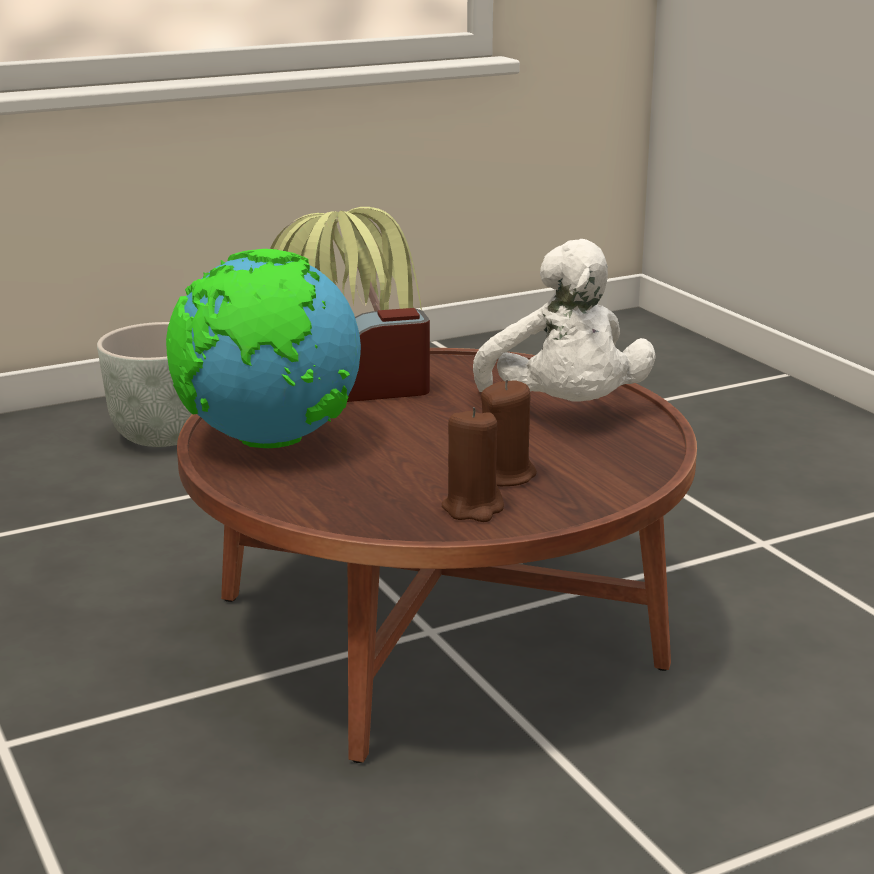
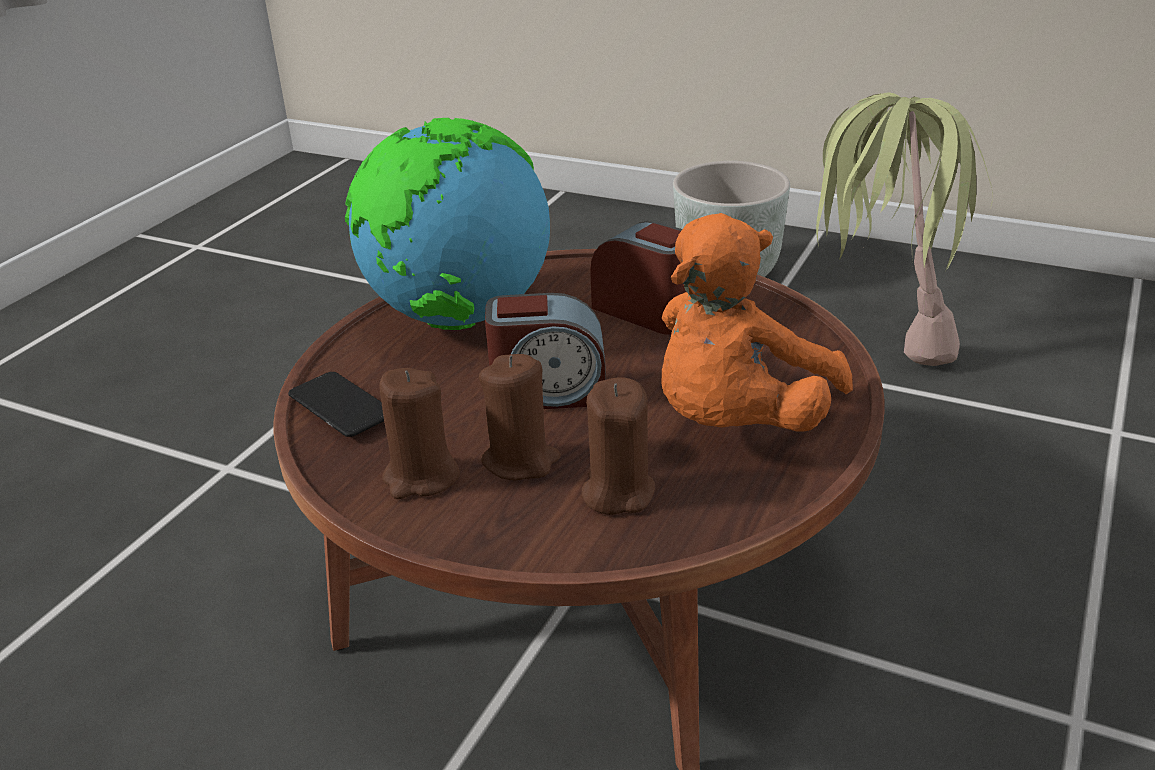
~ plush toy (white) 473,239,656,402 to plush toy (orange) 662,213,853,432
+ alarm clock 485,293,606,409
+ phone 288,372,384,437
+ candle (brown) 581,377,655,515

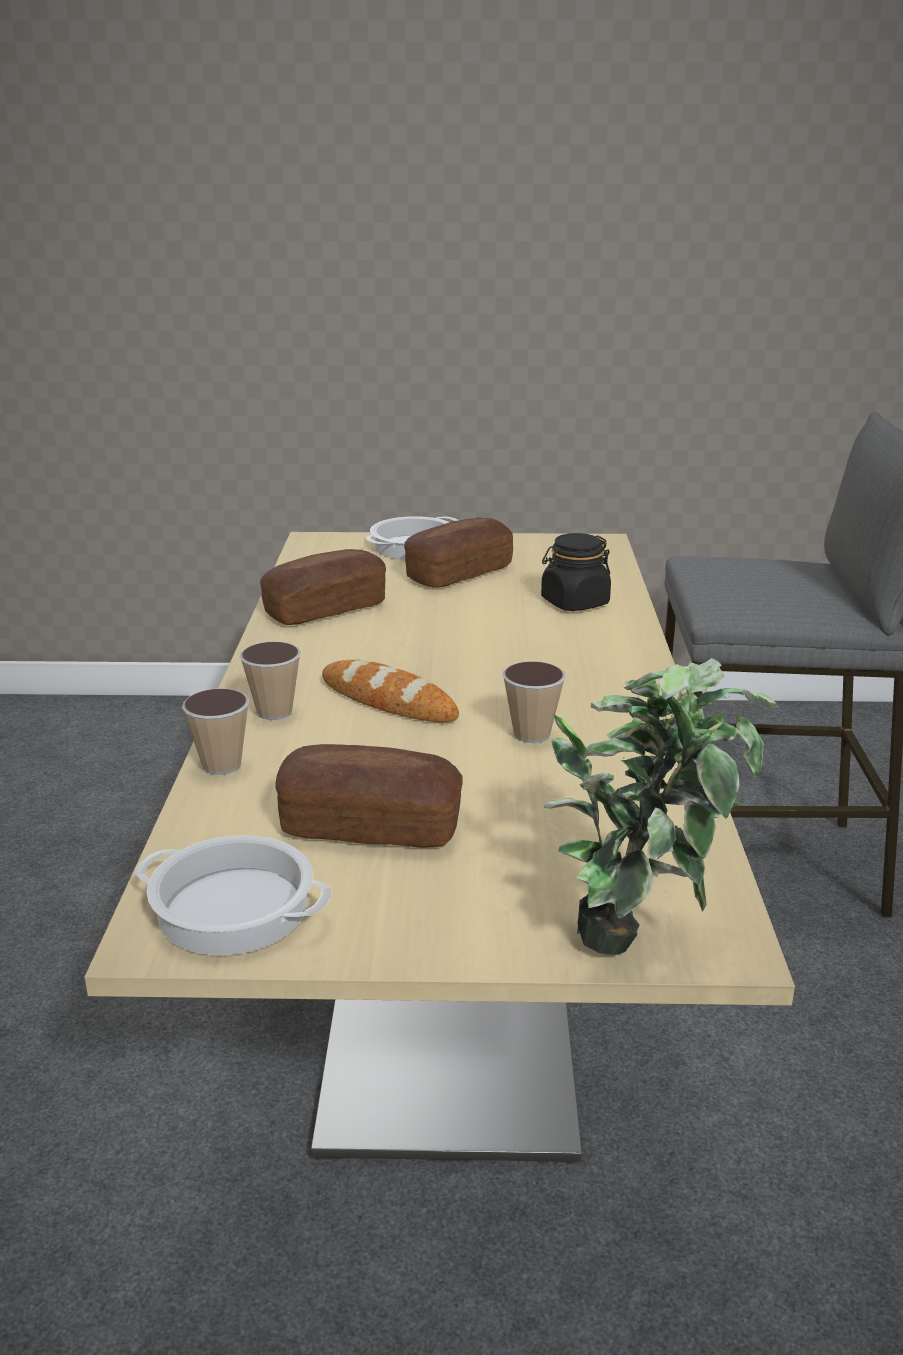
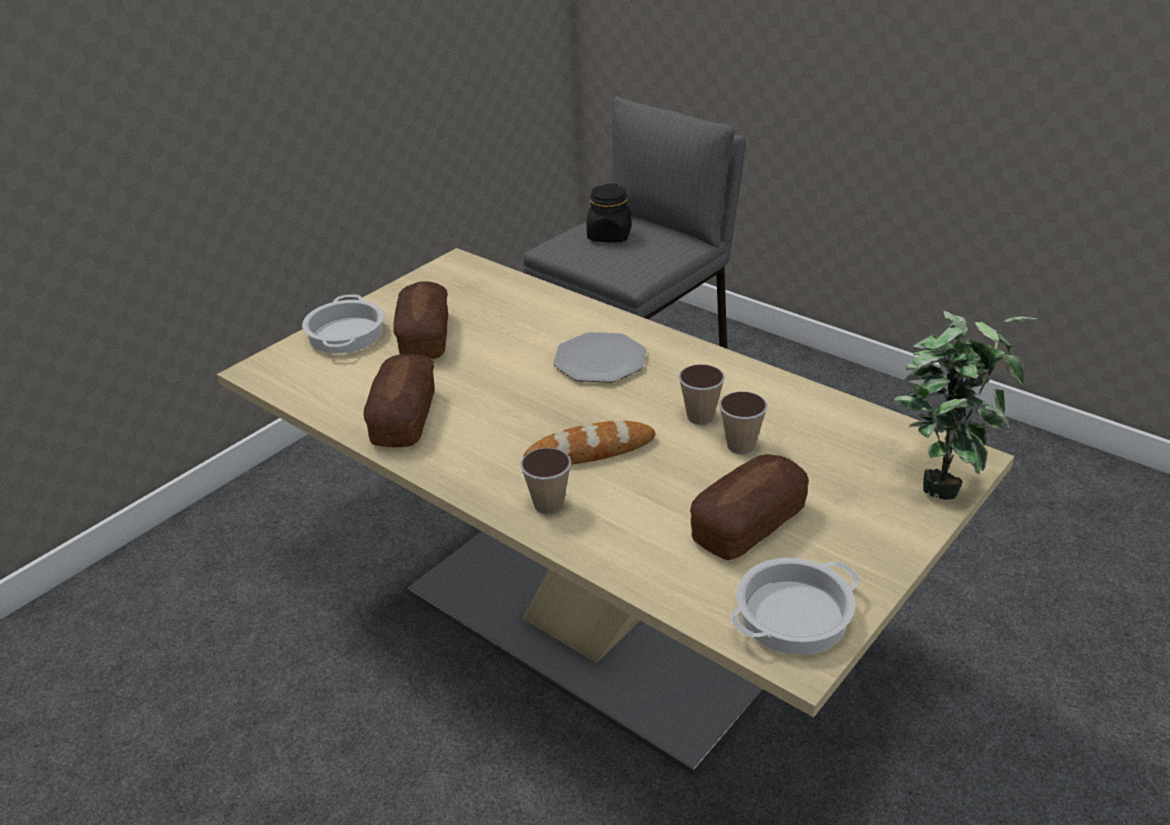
~ jar (black) 541,533,611,611 to 587,183,632,242
~ cup 182,688,250,775 to 719,391,768,454
+ plate 553,332,646,383

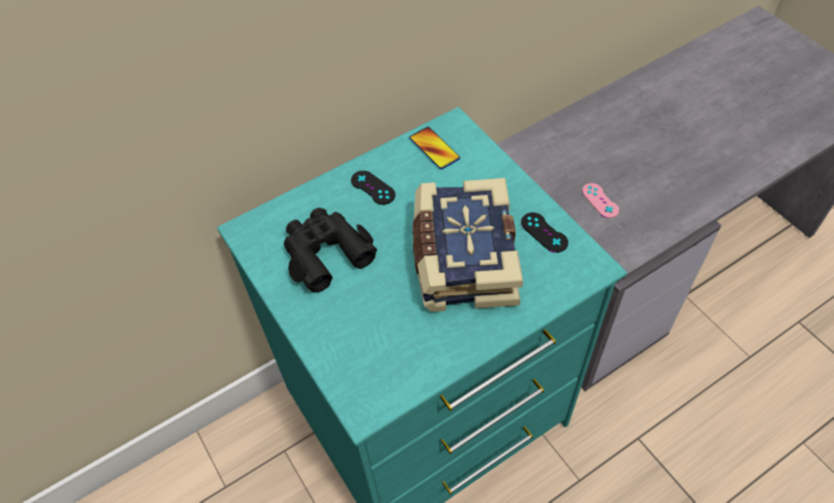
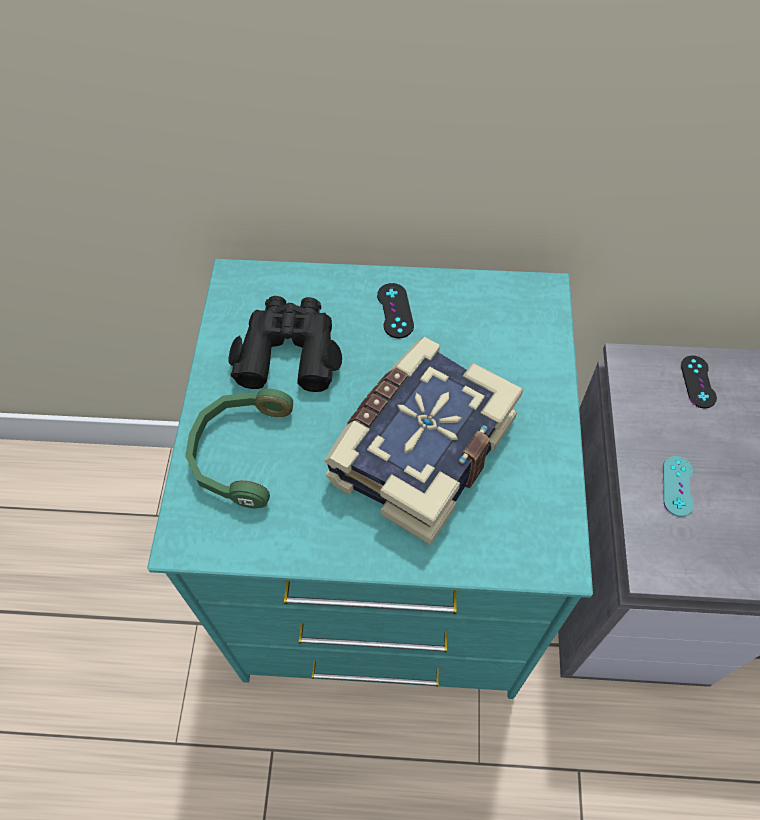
- phone 409,127,460,169
~ game controller (pink) 582,183,619,218 to game controller (turquoise) 663,456,694,517
~ game controller (black) 521,213,568,253 to 681,355,717,409
+ headphones (green) 185,389,293,508

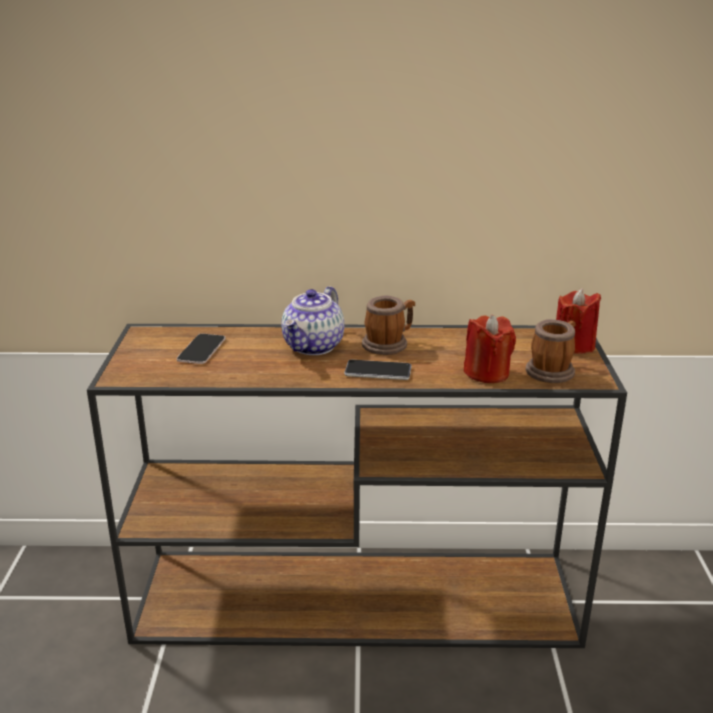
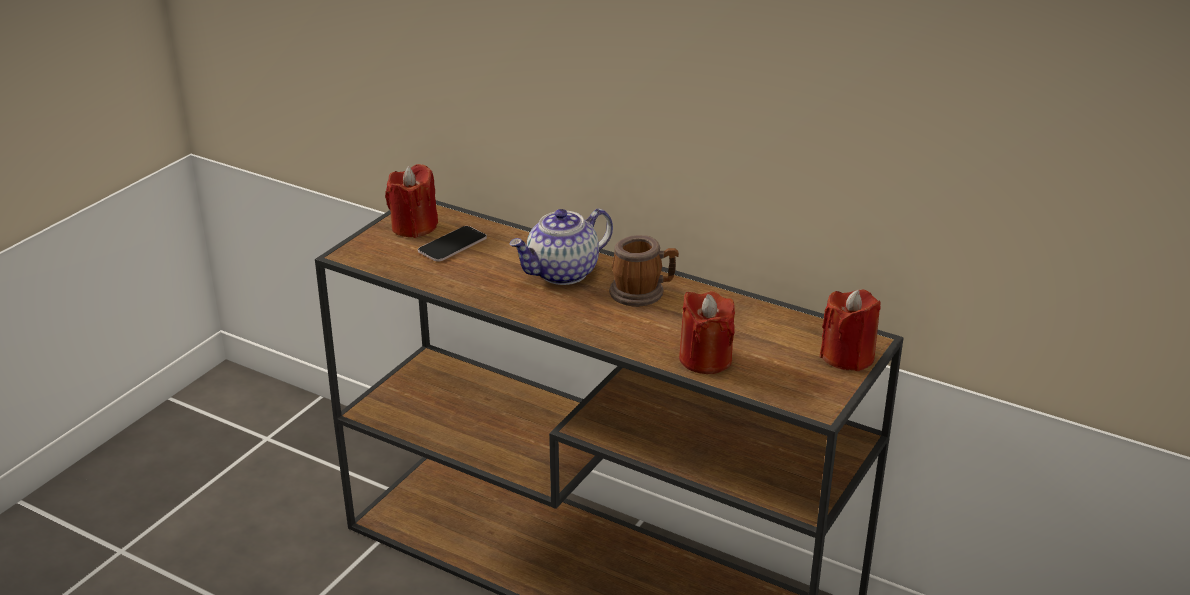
- mug 525,319,575,383
- phone 344,360,411,380
+ candle (red) 385,164,438,238

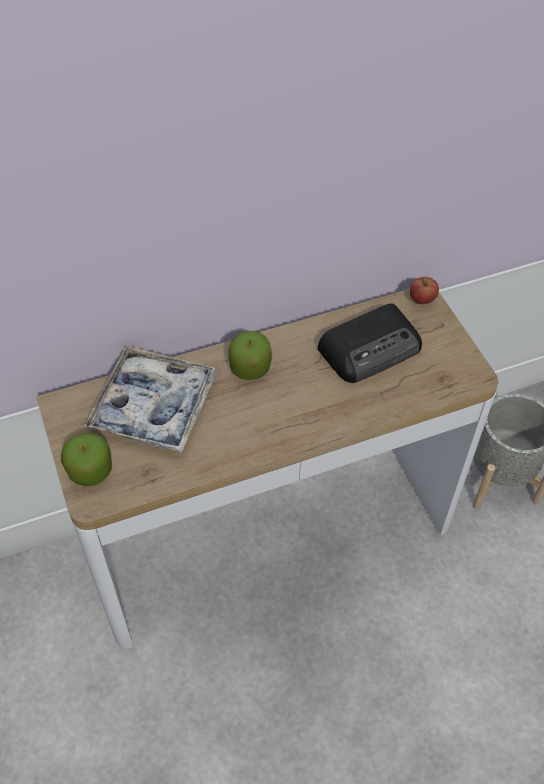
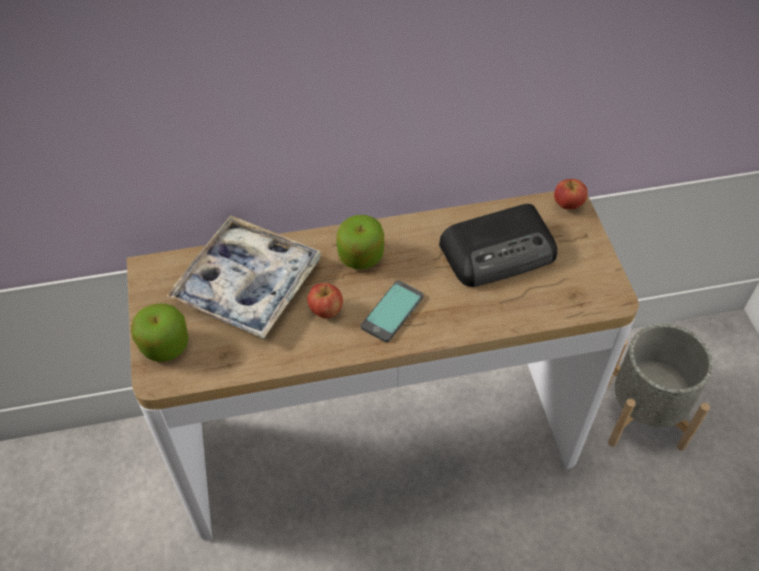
+ phone 361,280,424,343
+ apple 307,283,343,319

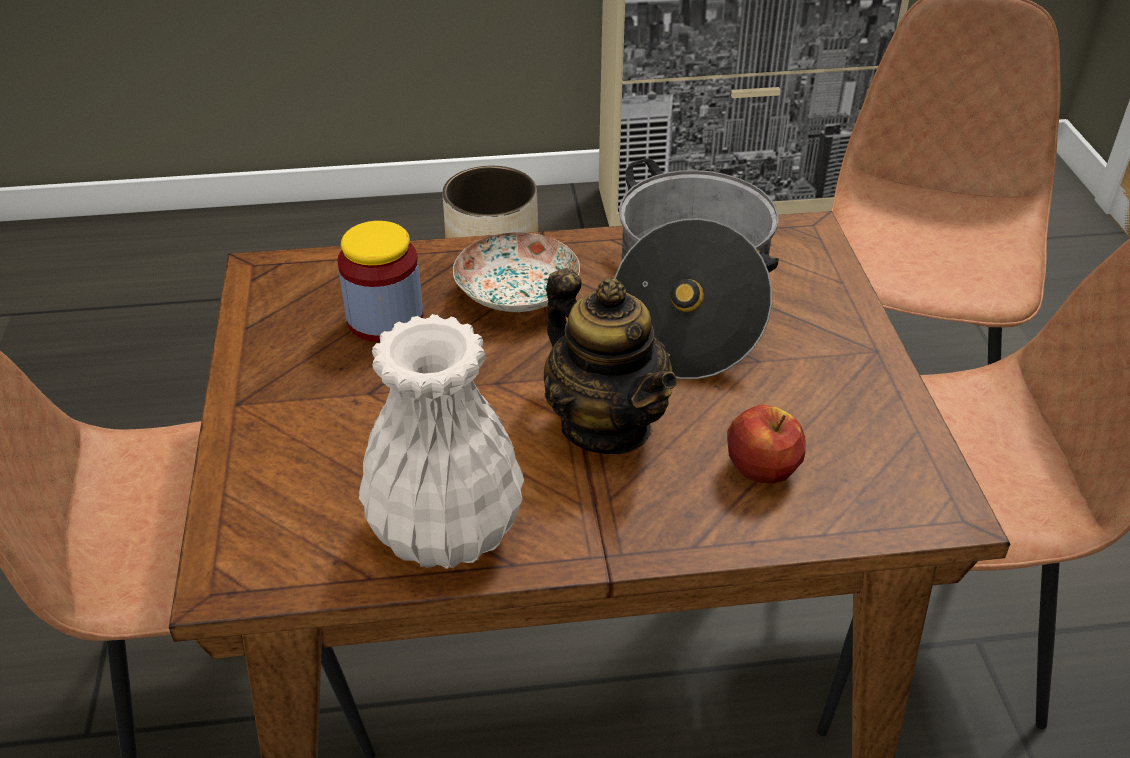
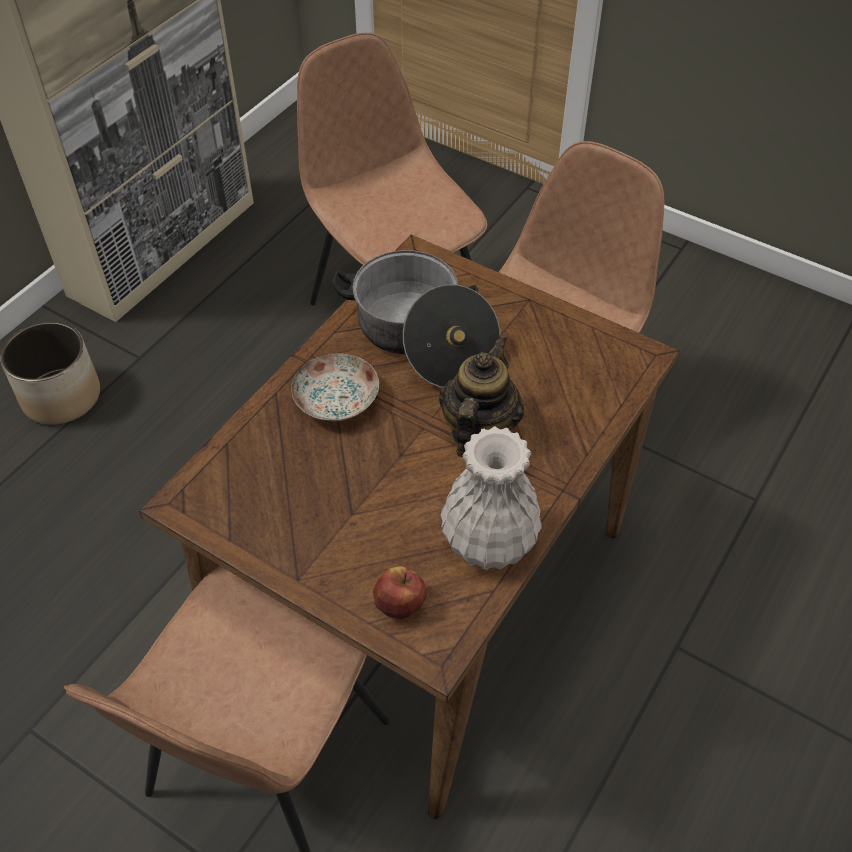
- jar 337,221,423,342
~ teapot 544,268,677,454 = 439,335,524,457 75 degrees counterclockwise
~ apple 727,404,806,484 to 373,566,427,619

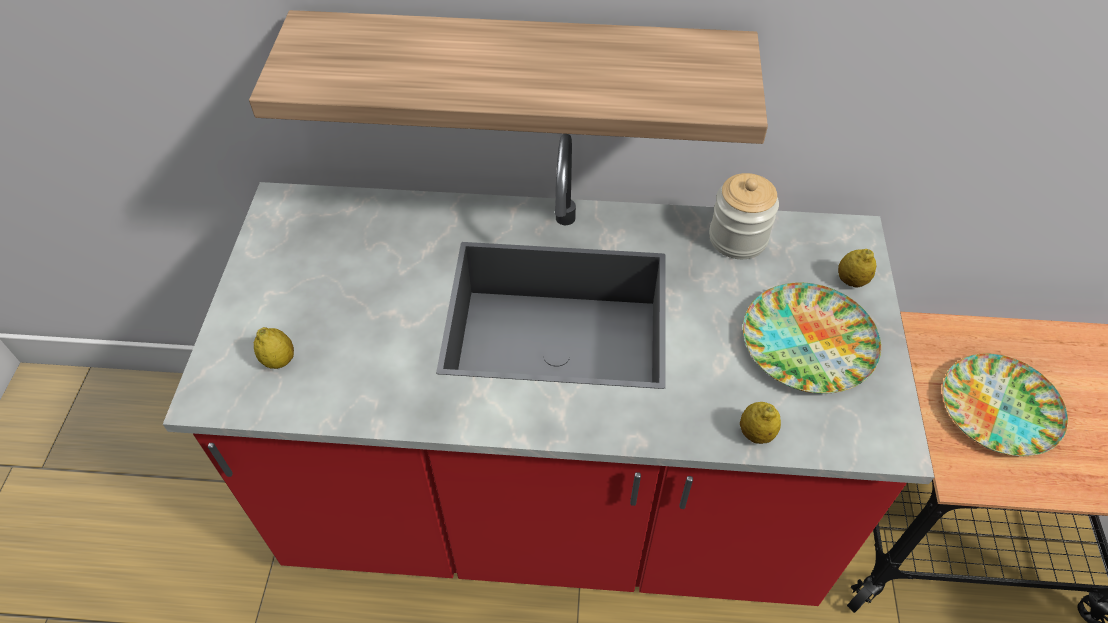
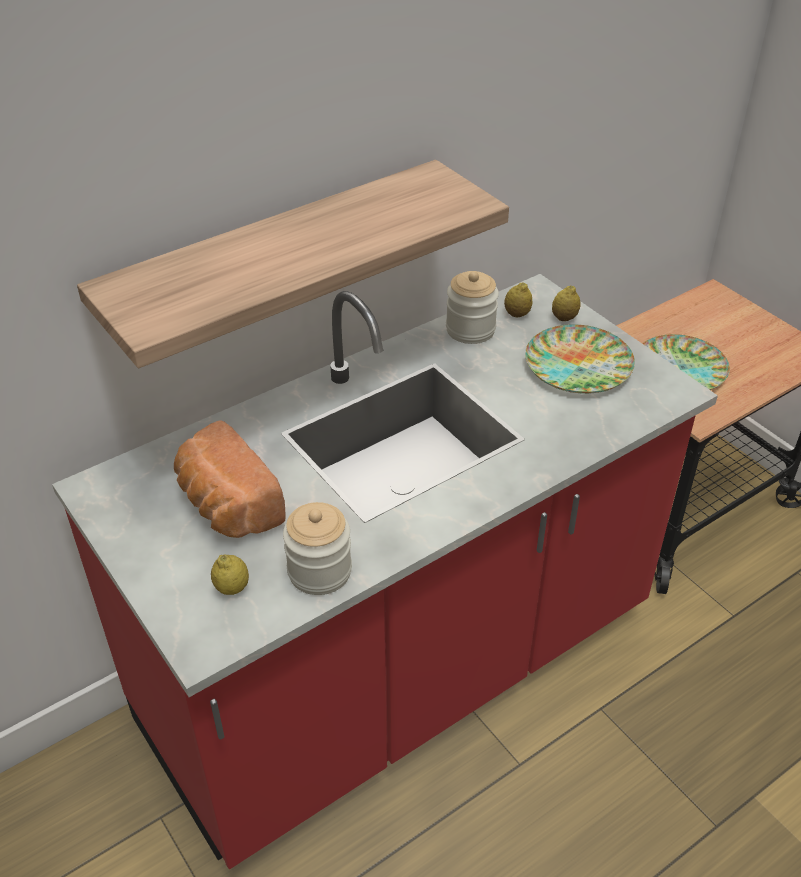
~ lemon 740,402,781,444 to 504,282,533,317
+ bread 174,420,285,538
+ jar 283,502,352,595

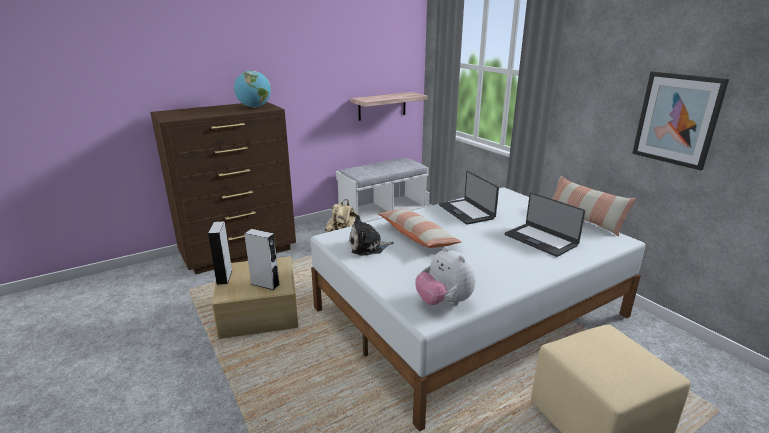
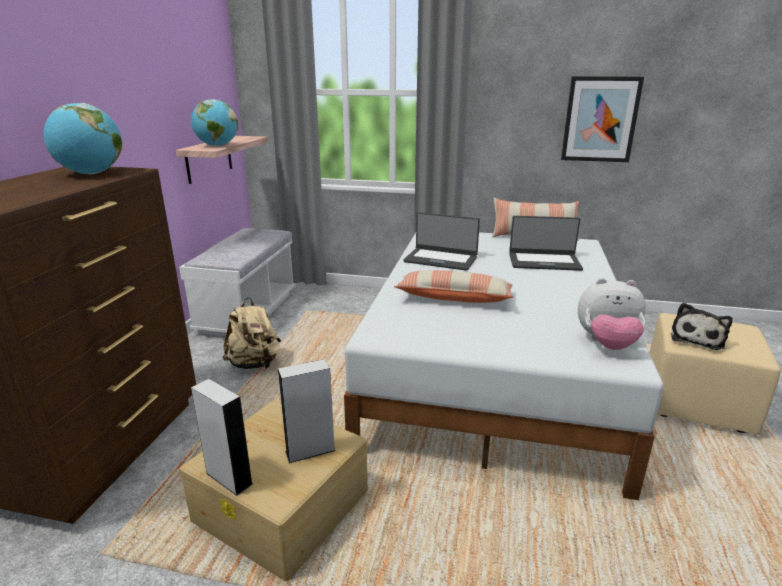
~ plush toy 349,215,394,256 to 671,303,733,350
+ globe 191,99,238,146

